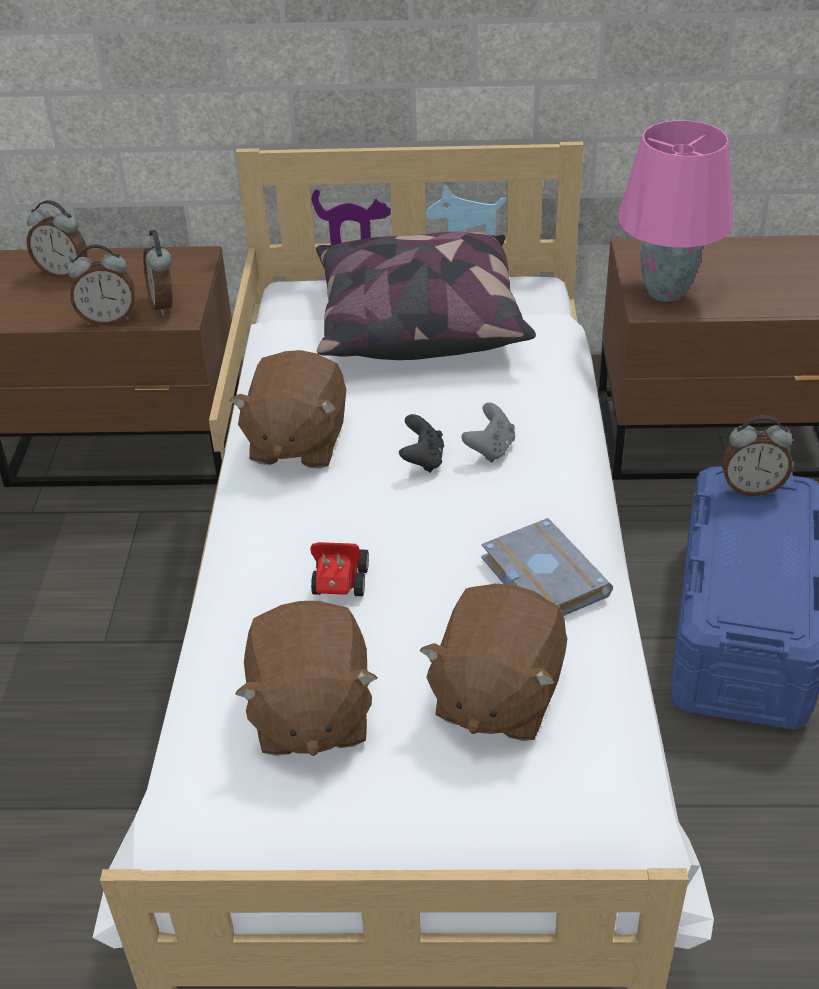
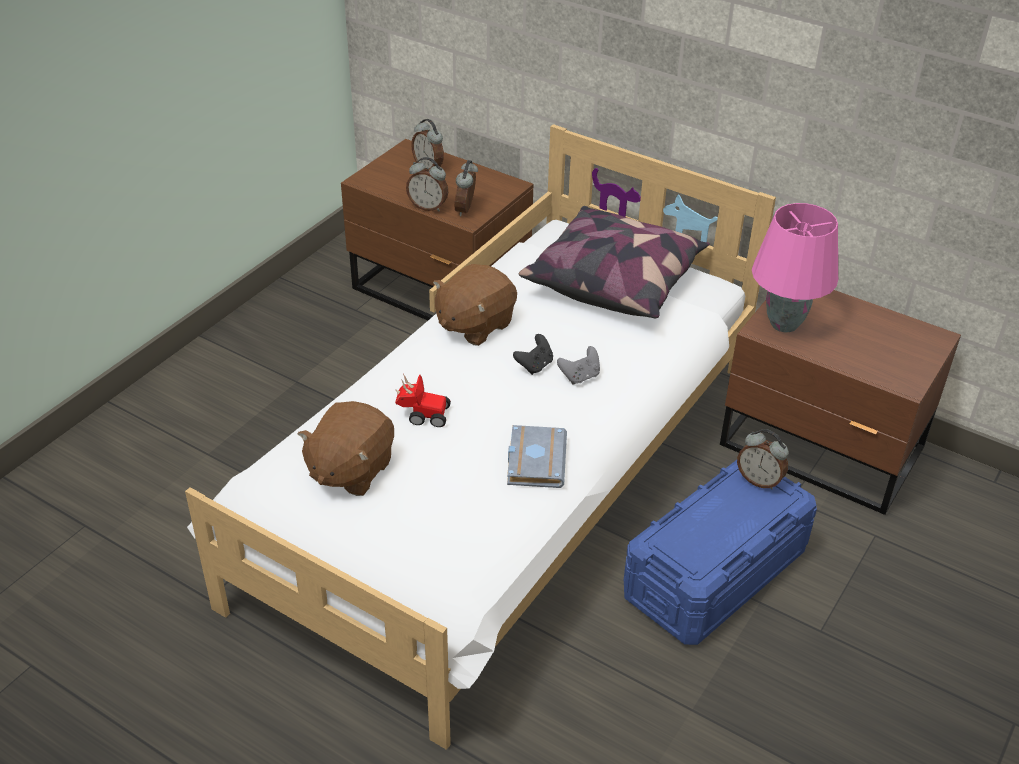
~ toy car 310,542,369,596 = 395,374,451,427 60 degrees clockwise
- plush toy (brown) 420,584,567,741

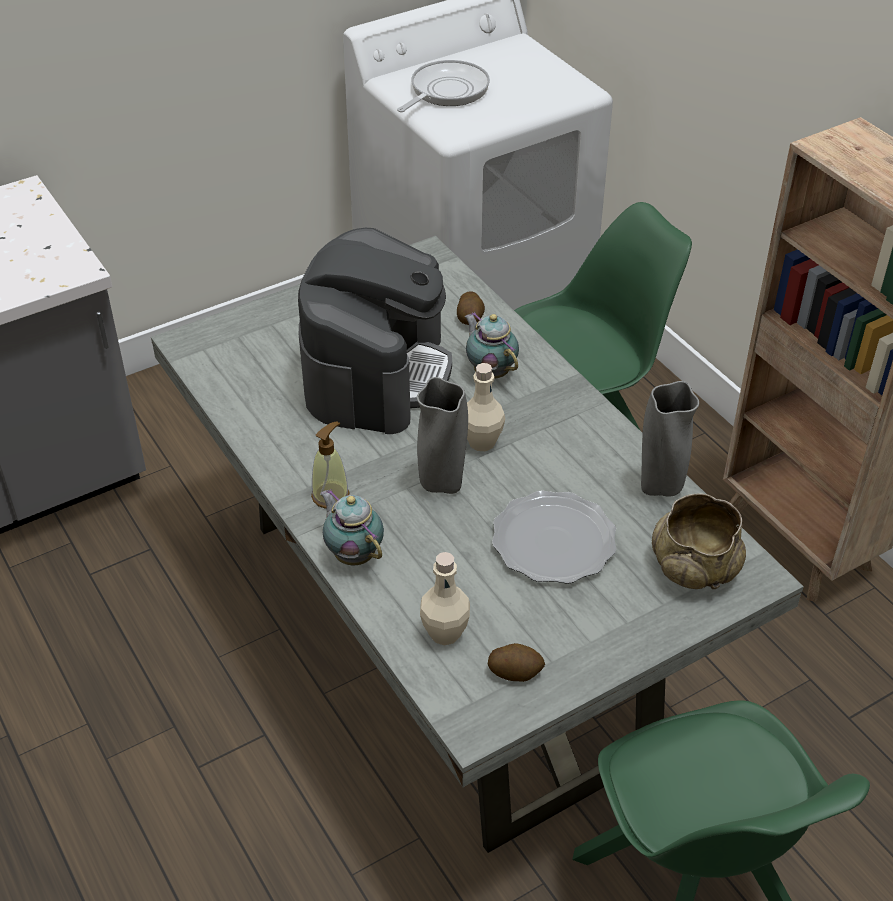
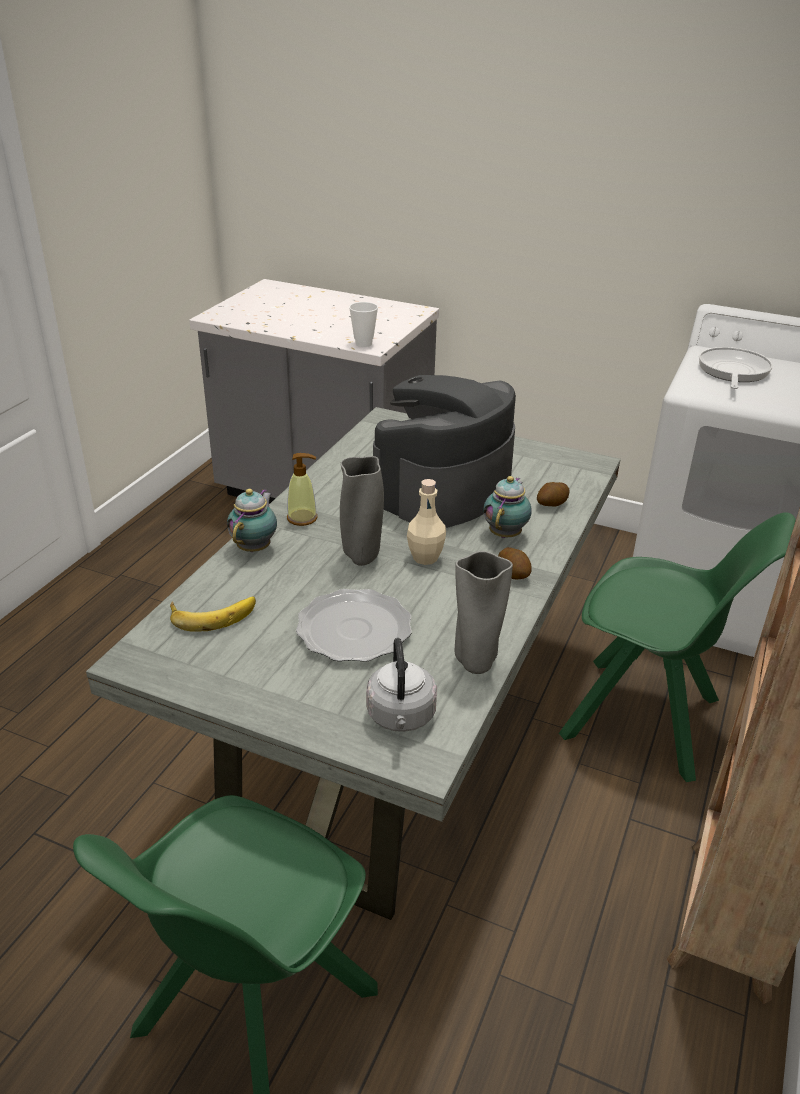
~ frying pan 397,60,490,112 = 699,347,773,389 75 degrees counterclockwise
~ coffee machine 298,228,452,434 = 373,375,516,528 150 degrees clockwise
~ bowl (beige) 652,493,746,589 to kettle (grey) 366,638,437,732
~ bottle (beige) 420,552,470,645 to banana 170,597,256,632
~ potato 488,643,545,682 to 498,547,532,579
+ cup 349,302,378,347

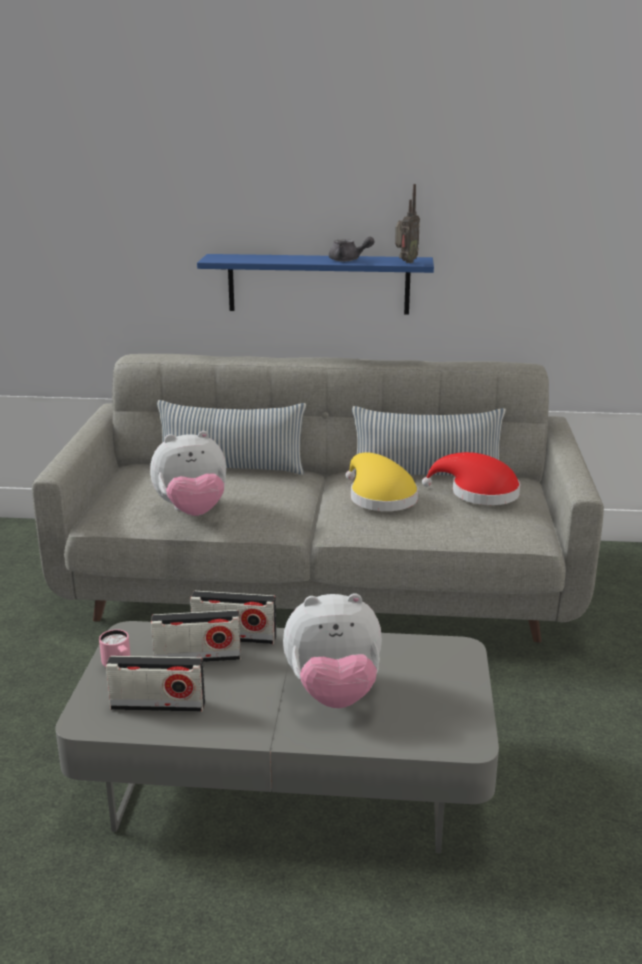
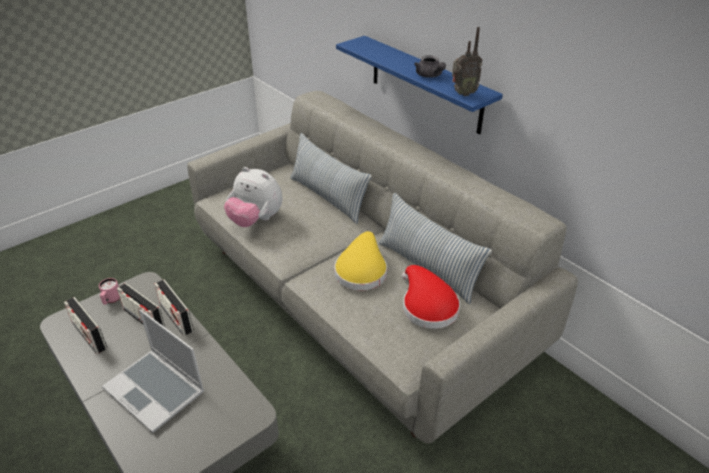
~ plush toy 283,593,382,708 to laptop 102,309,204,433

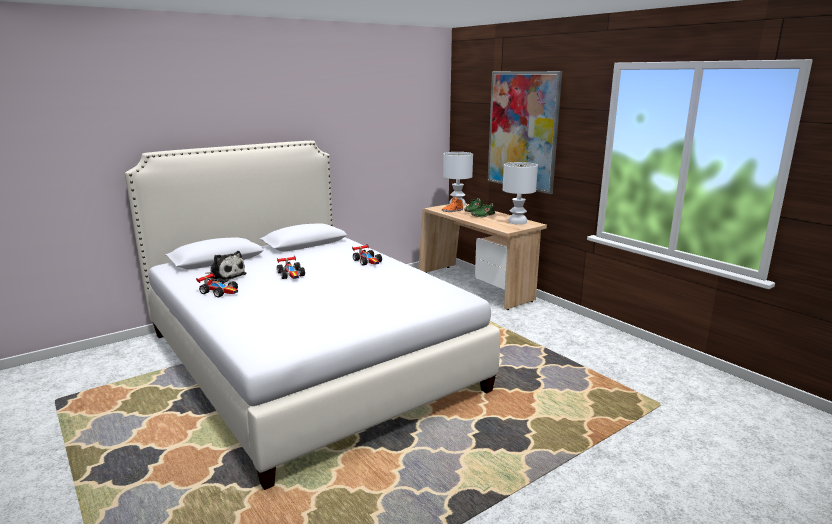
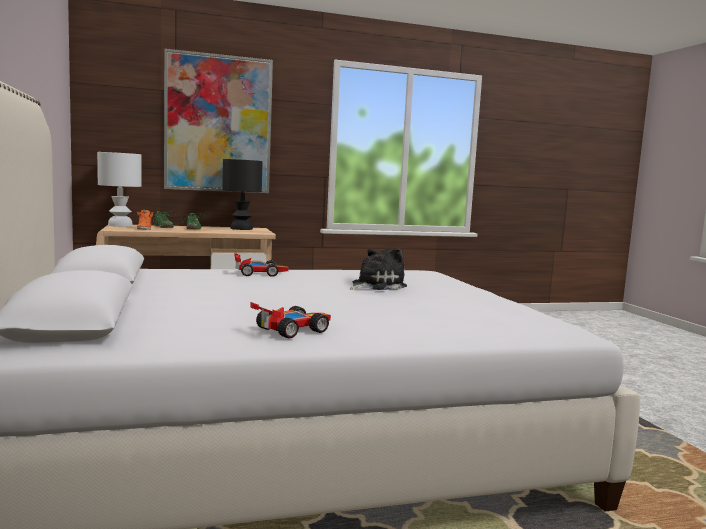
~ table lamp (white) 503,162,538,225 to table lamp (black) 222,159,263,230
~ plush toy 205,251,246,283 to 350,248,407,290
- toy car 277,256,305,279

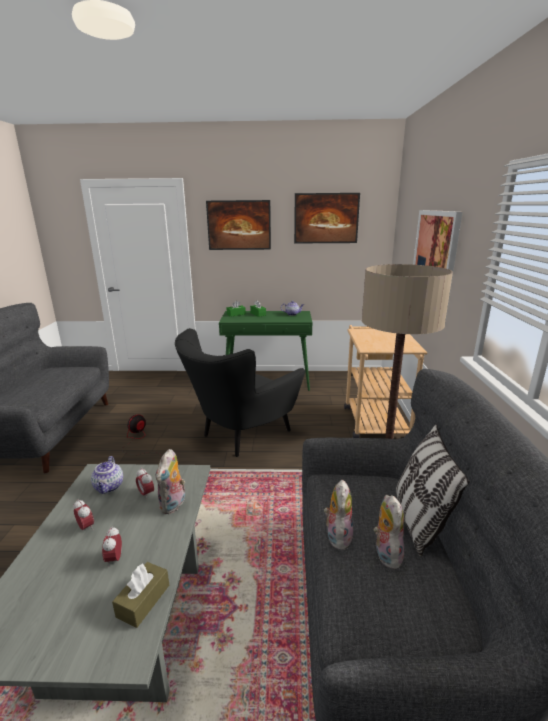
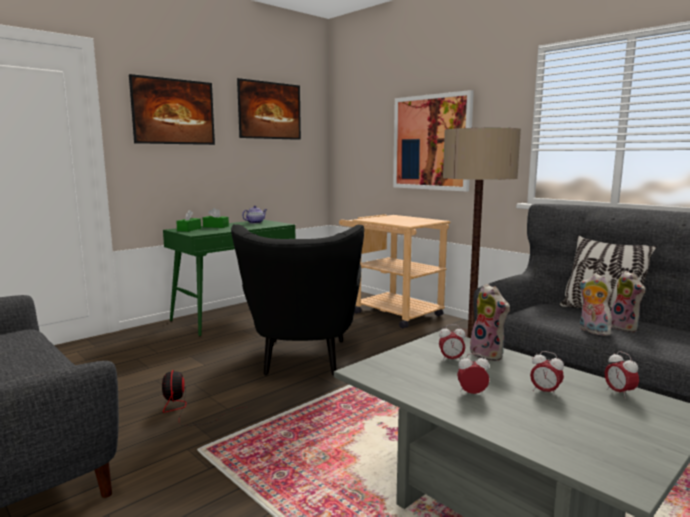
- teapot 91,456,123,494
~ plush toy 373,495,404,569 = 611,271,646,332 150 degrees counterclockwise
~ tissue box (brown) 112,562,169,628 to alarm clock 604,351,639,399

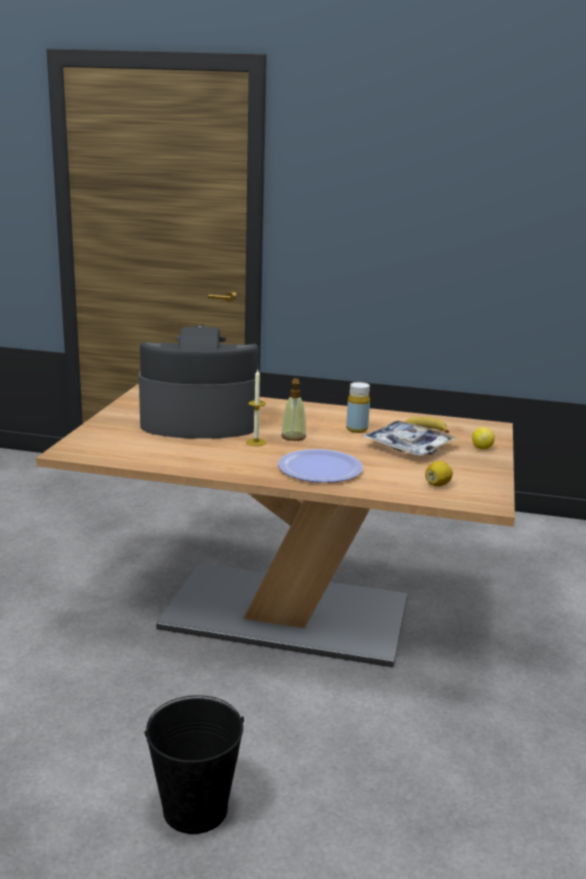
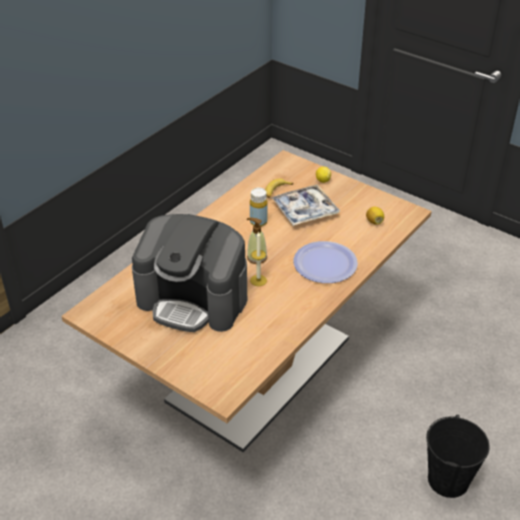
~ coffee machine 139,325,260,439 = 132,214,247,332 90 degrees counterclockwise

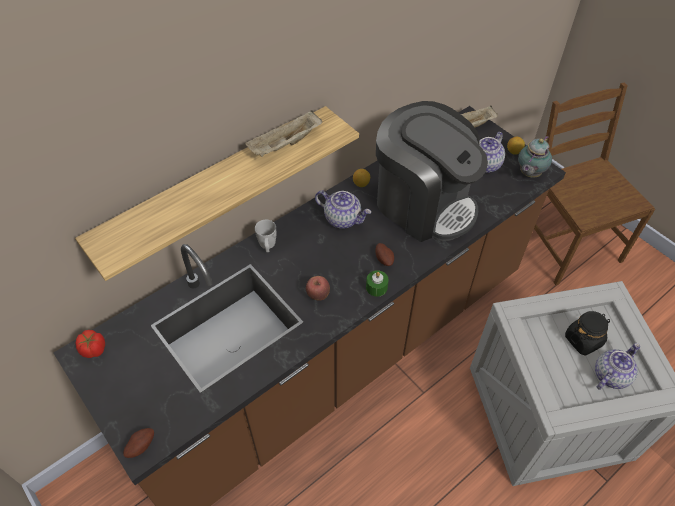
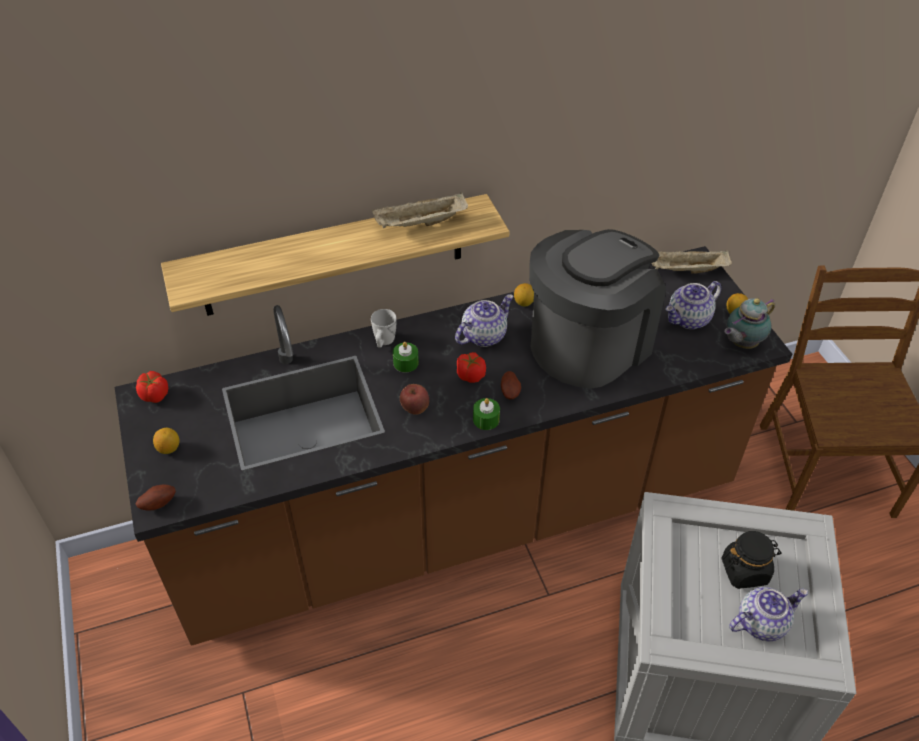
~ coffee machine 376,101,488,242 = 529,229,666,389 105 degrees counterclockwise
~ teapot 315,190,371,229 = 455,294,514,347 90 degrees counterclockwise
+ candle (green) 393,342,419,373
+ tomato 457,352,486,383
+ lemon 153,428,180,454

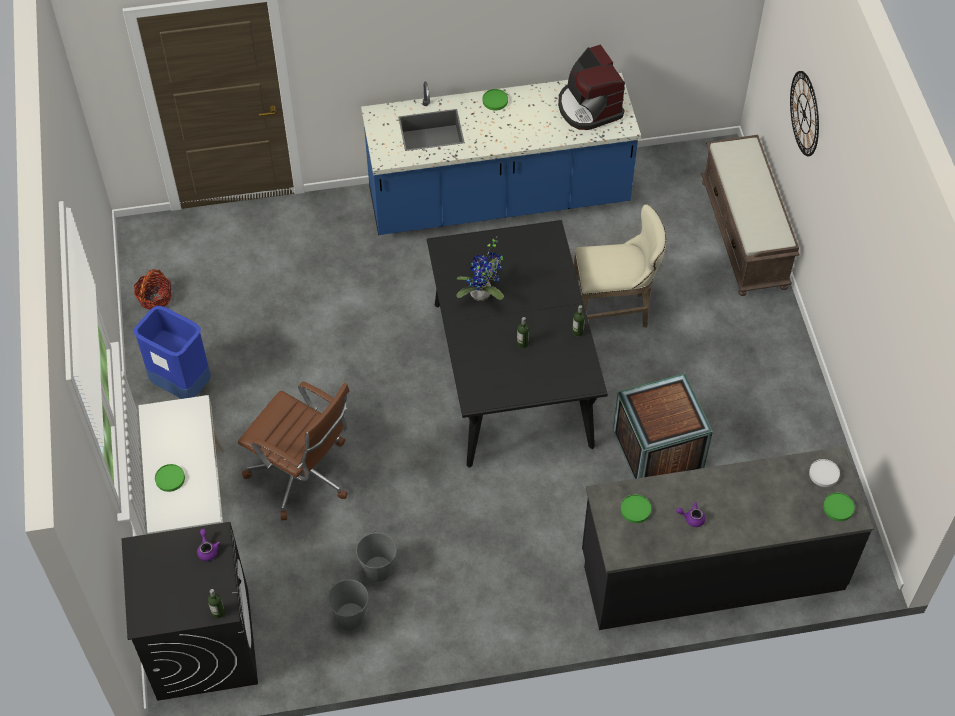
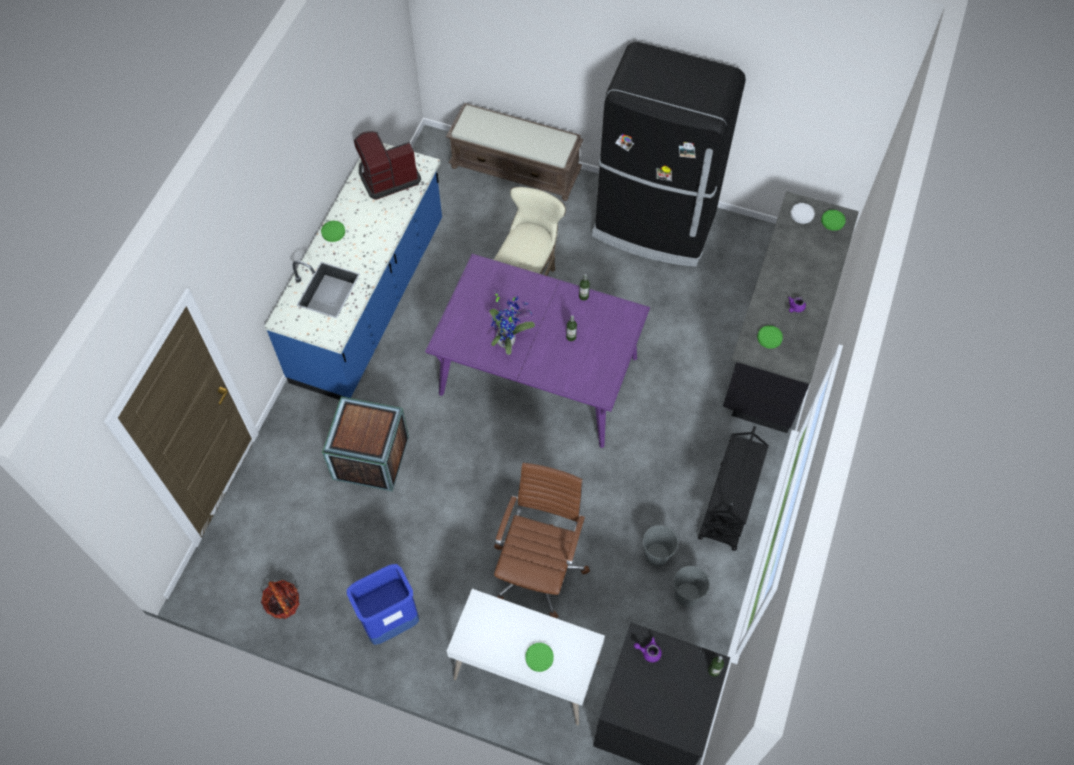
~ coffee machine 558,44,625,130 = 354,131,421,200 150 degrees clockwise
- wall clock 790,71,819,156
~ dining table (black) 427,220,608,468 to dining table (purple) 425,254,650,448
~ crate 613,373,713,479 to 322,396,409,491
~ office chair (brown) 238,382,349,520 = 494,463,590,618 45 degrees counterclockwise
+ fridge (black) 592,42,746,267
+ cart (black) 698,426,769,551

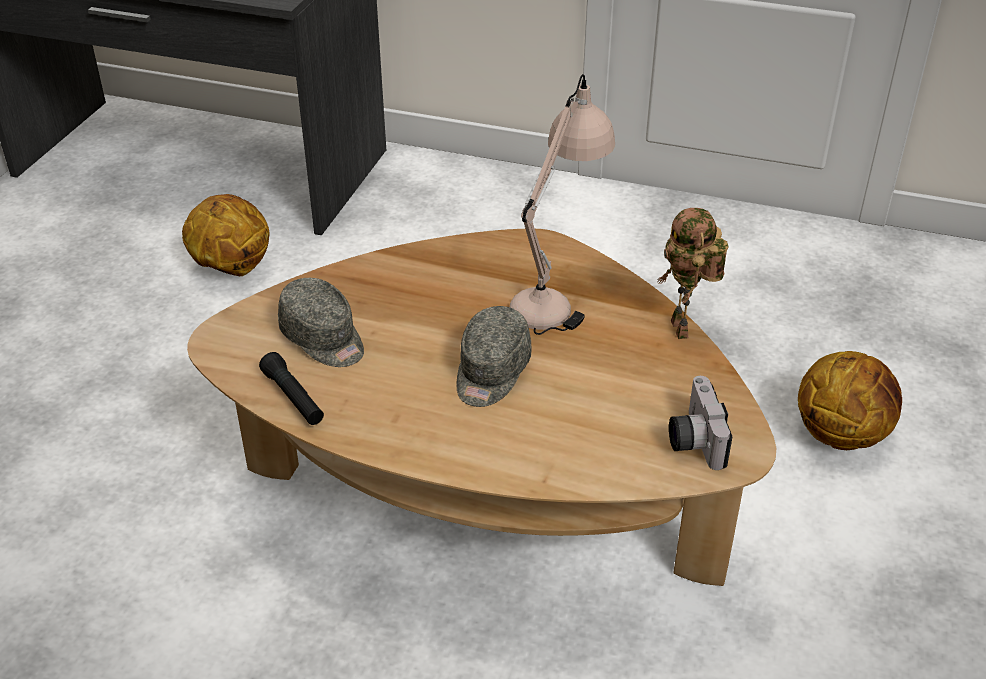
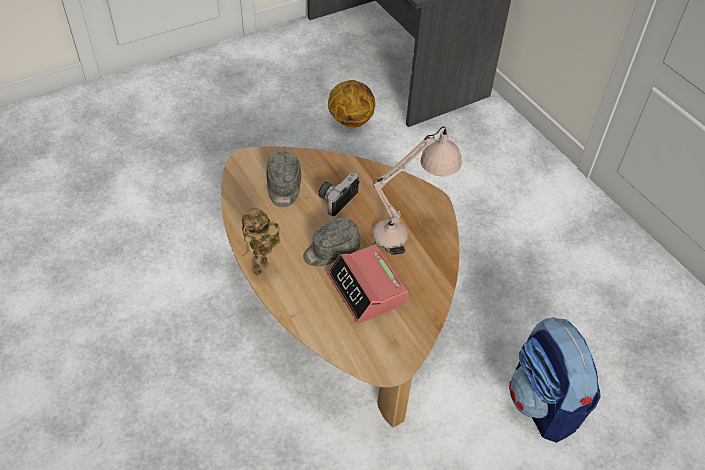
~ toy robot 658,208,729,339 to 242,208,280,276
~ basketball 798,351,902,450 to backpack 509,317,601,443
- flashlight (black) 259,352,324,425
~ photo camera 669,376,732,470 to 318,173,359,216
+ alarm clock 327,244,408,324

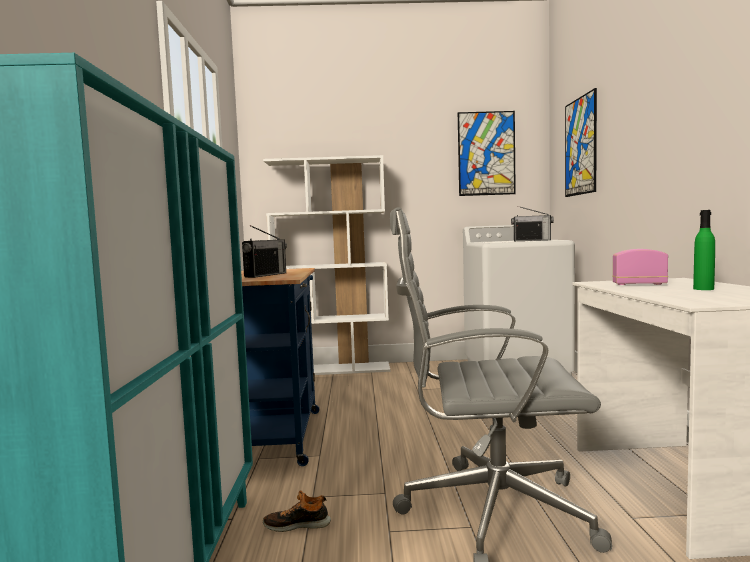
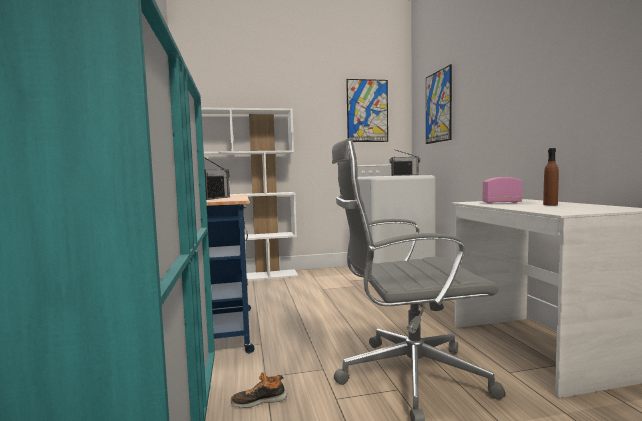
~ bottle (green) 693,210,715,290 to bottle (brown) 543,148,559,205

